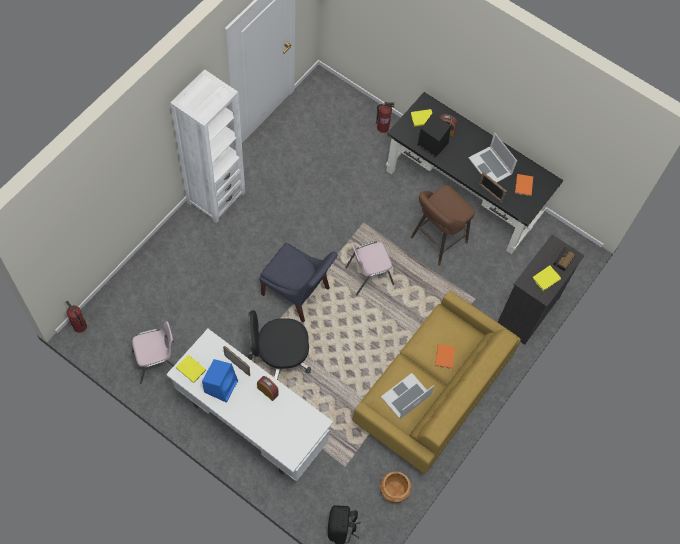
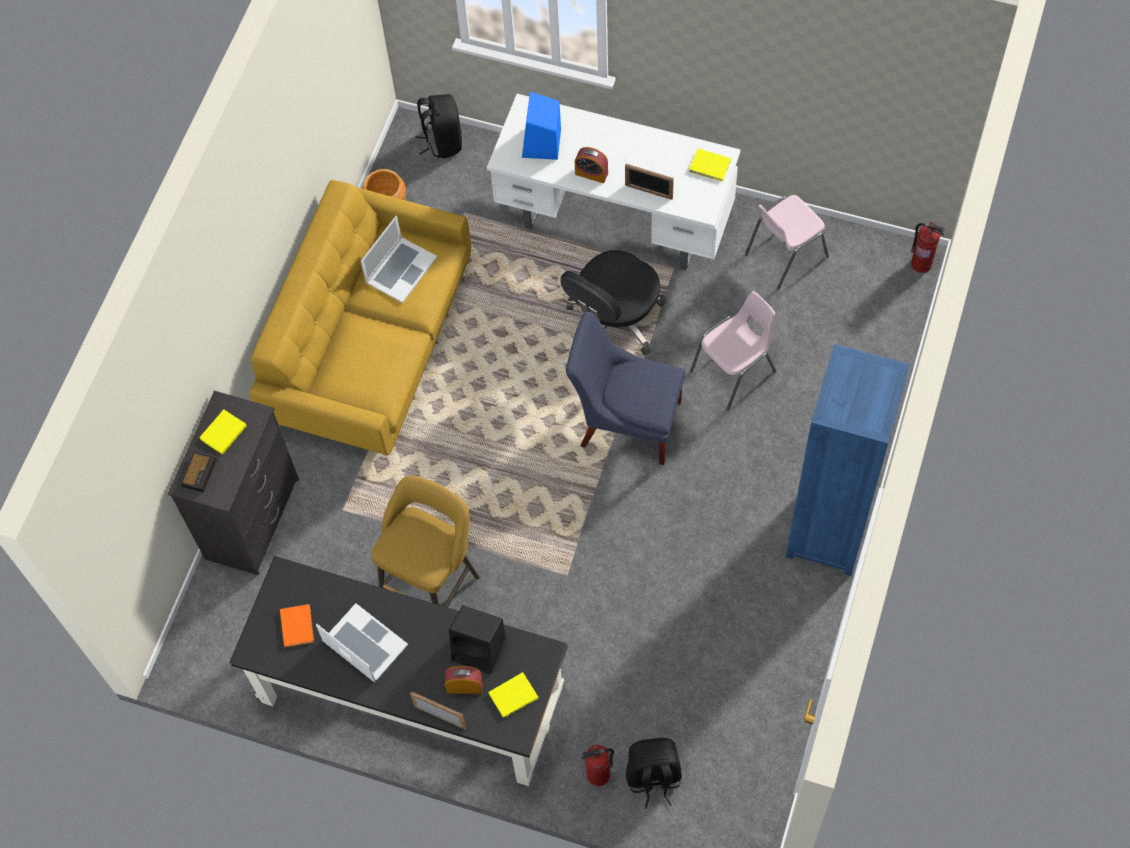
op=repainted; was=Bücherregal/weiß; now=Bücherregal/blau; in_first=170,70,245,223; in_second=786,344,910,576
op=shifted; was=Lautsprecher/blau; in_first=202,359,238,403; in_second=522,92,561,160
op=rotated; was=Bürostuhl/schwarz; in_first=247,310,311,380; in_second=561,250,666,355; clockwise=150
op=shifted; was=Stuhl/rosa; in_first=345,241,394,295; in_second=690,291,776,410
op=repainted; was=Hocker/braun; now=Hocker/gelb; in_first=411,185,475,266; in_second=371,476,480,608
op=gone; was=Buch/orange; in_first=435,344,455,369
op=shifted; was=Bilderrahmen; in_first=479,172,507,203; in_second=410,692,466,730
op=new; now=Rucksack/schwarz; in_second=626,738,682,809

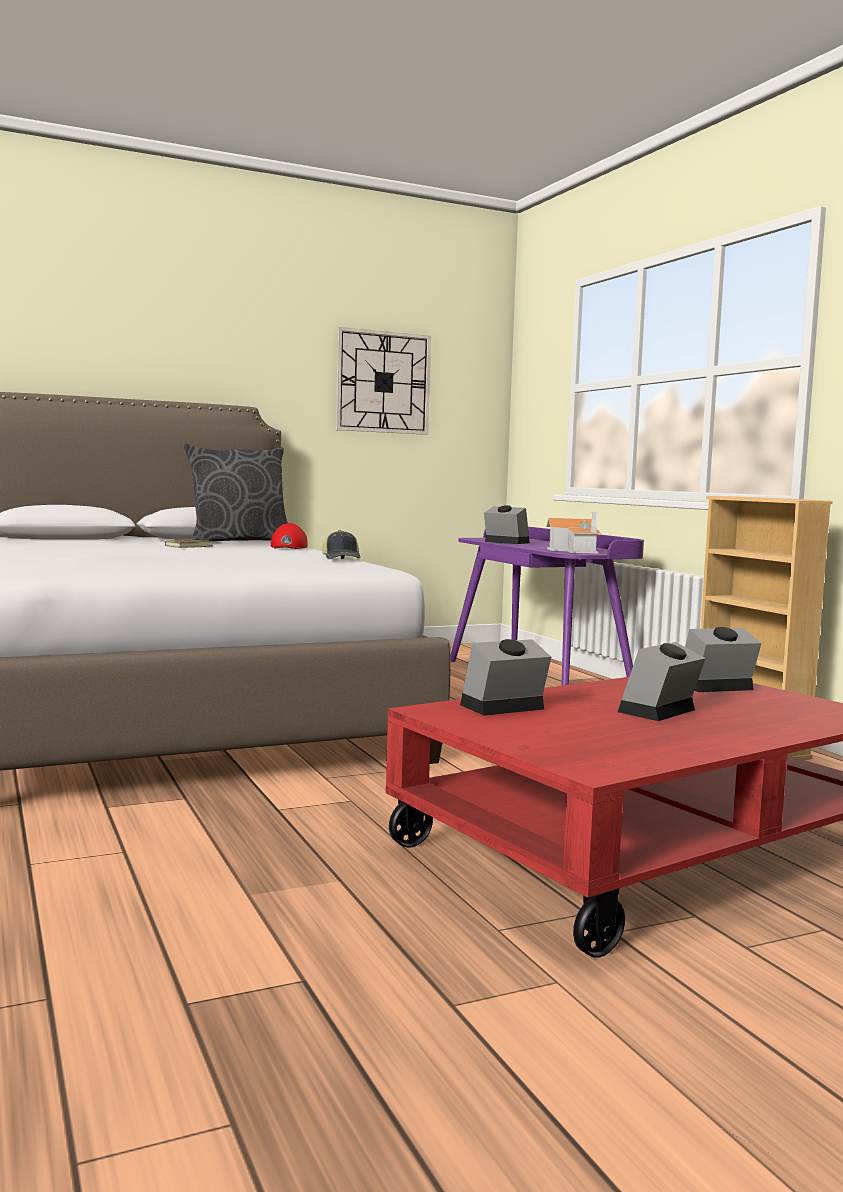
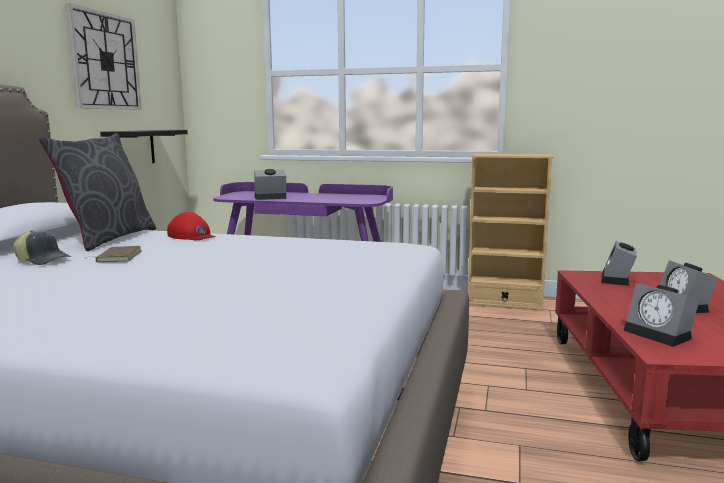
op=shifted; was=Kappe; in_first=322,530,360,559; in_second=13,230,71,265
op=rotated; was=Wecker; in_first=460,639,551,716; in_second=623,283,700,347; clockwise=-45
op=gone; was=Spielzeughaus; in_first=546,512,602,554
op=new; now=Wandregal/schwarz; in_second=100,130,188,163

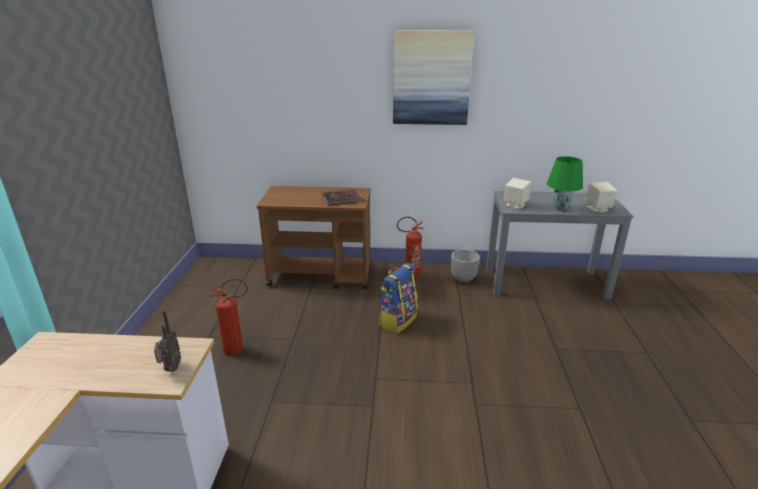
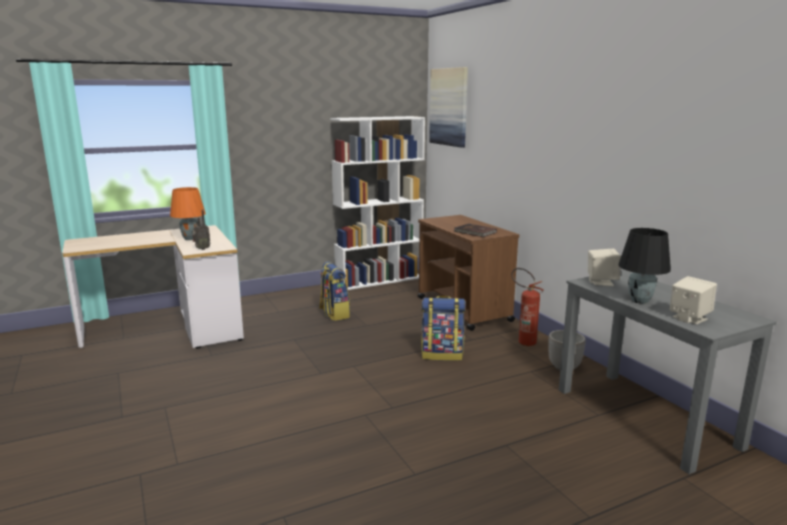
op=swapped; was=Feuerlöscher; now=Rucksack; in_first=210,278,248,356; in_second=319,262,350,321
op=shifted; was=Bild; in_first=393,30,474,125; in_second=429,67,468,148
op=repainted; was=Tischlampe/grün; now=Tischlampe/schwarz; in_first=547,156,583,211; in_second=618,228,671,304
op=new; now=Tischlampe/orange; in_second=170,187,206,240
op=new; now=Bücherregal/weiß; in_second=330,116,425,290

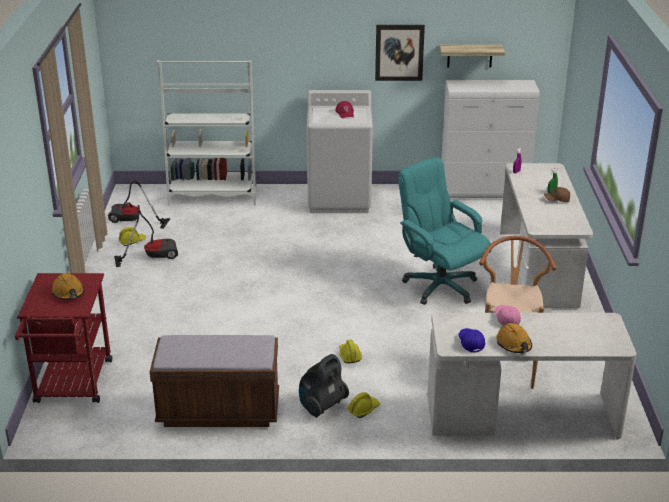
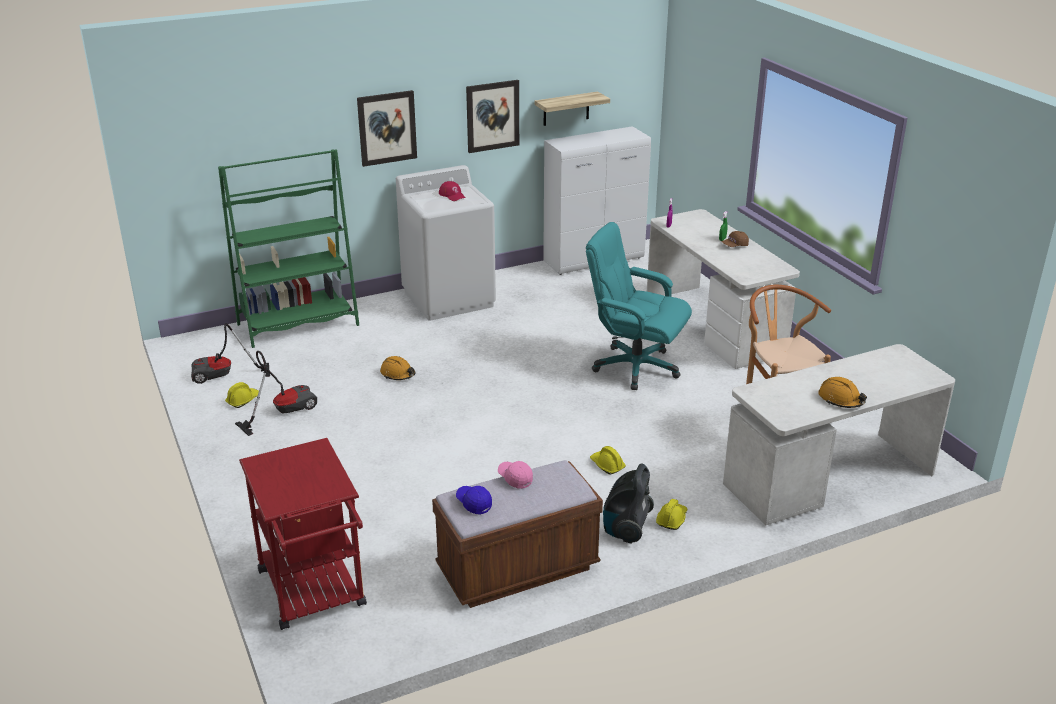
op=shifted; was=Schutzhelm/orange; in_first=51,273,84,300; in_second=380,356,416,380
op=repainted; was=Bücherregal/weiß; now=Bücherregal/grün; in_first=157,60,256,205; in_second=218,150,359,348
op=shifted; was=Kappe/blau; in_first=458,328,485,352; in_second=456,486,492,515
op=shifted; was=Kappe/rosa; in_first=495,305,521,326; in_second=498,461,533,489
op=new; now=Bild; in_second=357,90,417,167

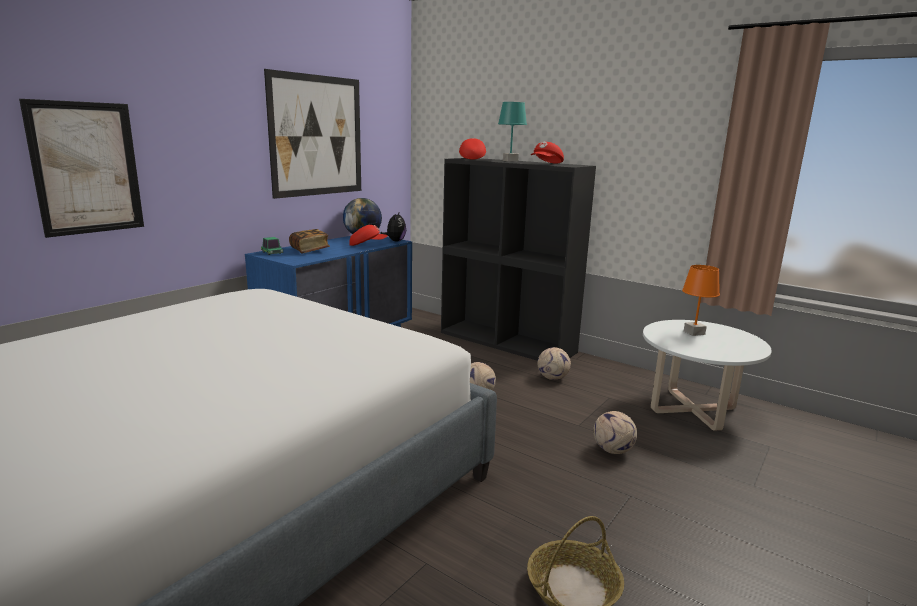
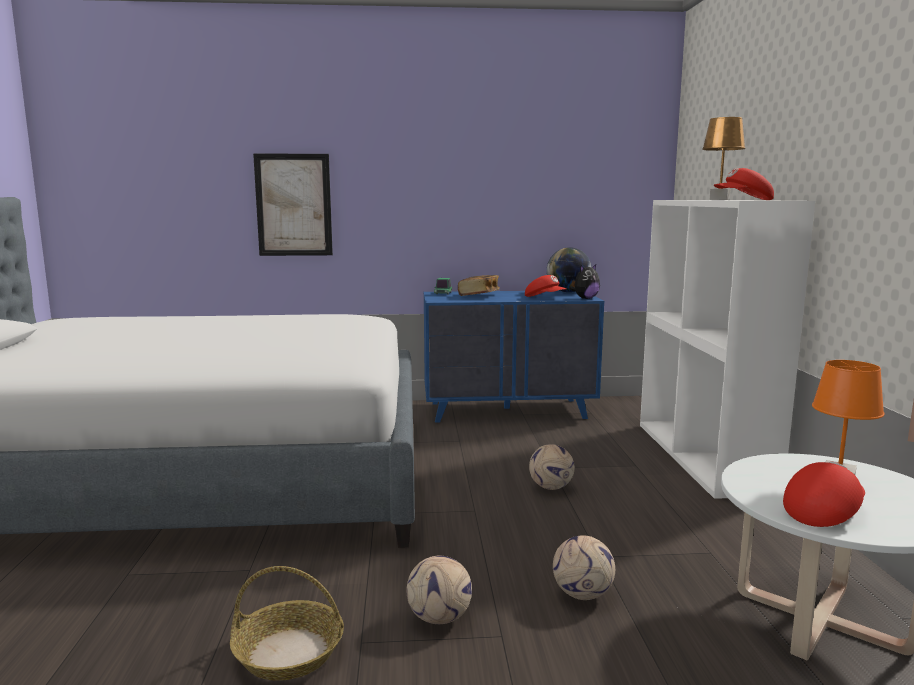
op=gone; was=Bild; in_first=264,69,361,199
op=repainted; was=Bücherregal/schwarz; now=Bücherregal/weiß; in_first=441,158,596,361; in_second=640,200,815,499
op=shifted; was=Kappe/rot; in_first=459,138,486,160; in_second=783,462,865,527
op=repainted; was=Tischlampe/türkis; now=Tischlampe/braun; in_first=498,102,527,162; in_second=702,117,745,200
op=shifted; was=Fußball; in_first=537,347,571,380; in_second=406,556,472,624

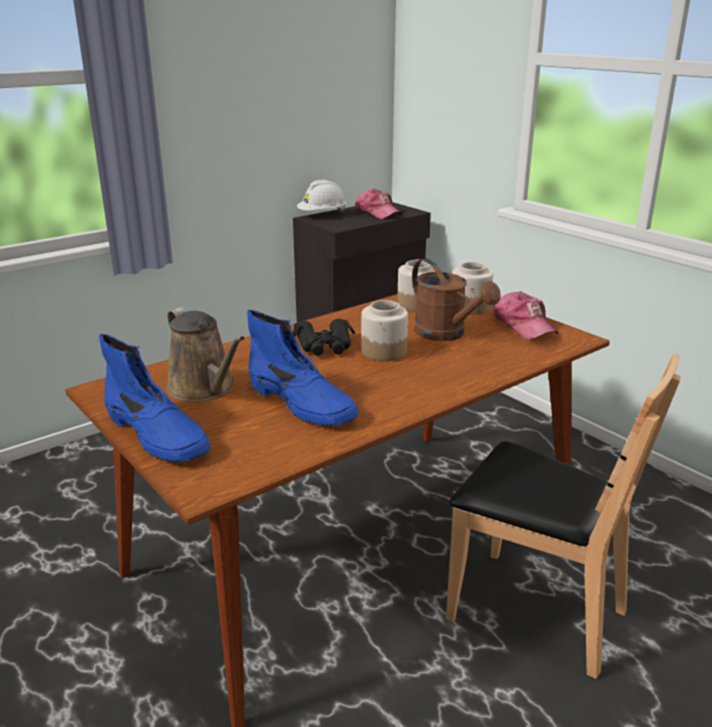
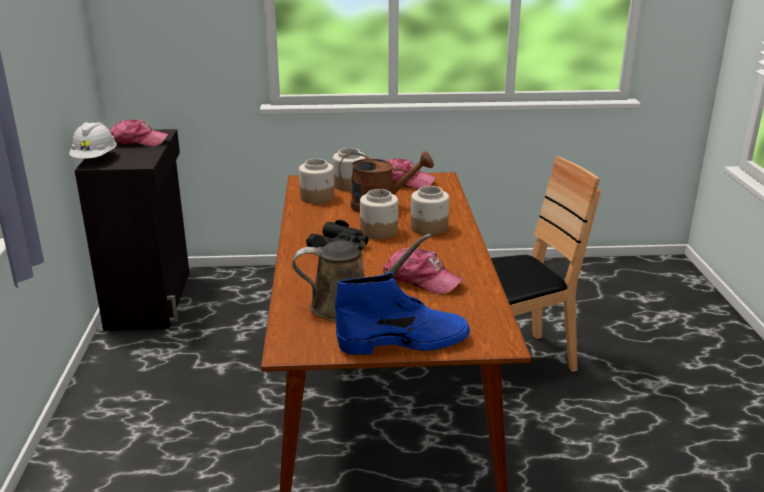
op=swapped; was=Stiefel/blau; now=Kappe; in_first=247,310,358,426; in_second=383,247,464,295
op=new; now=Vorratsglas; in_second=411,186,449,236

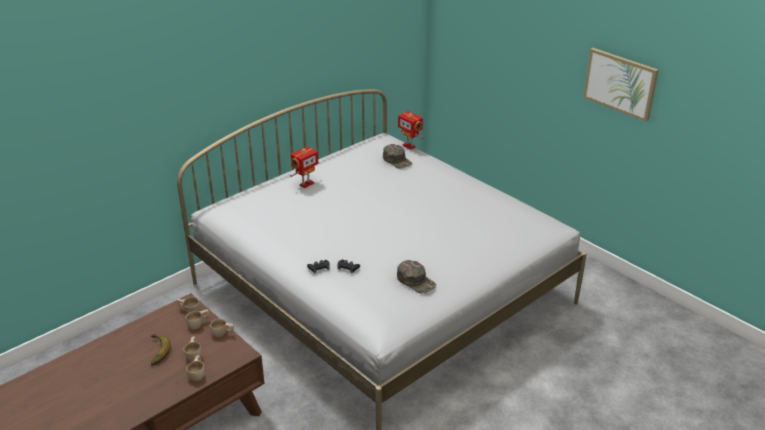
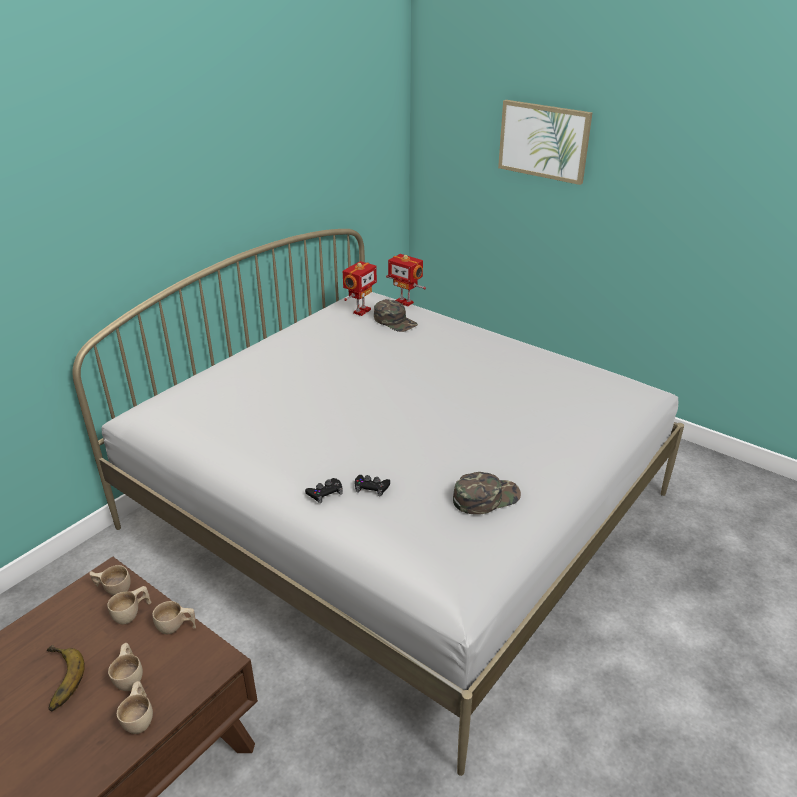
op=shifted; was=Spielzeugroboter; in_first=290,146,320,188; in_second=343,261,377,316
op=rotated; was=Kappe/grün; in_first=397,260,436,293; in_second=453,472,521,515; clockwise=-60
op=shifted; was=Bild; in_first=583,48,659,122; in_second=498,100,593,185

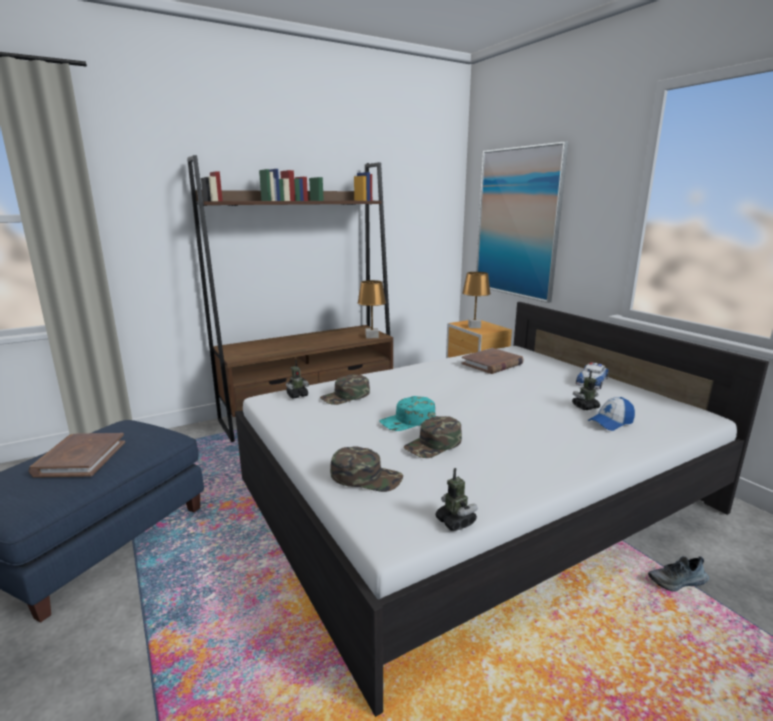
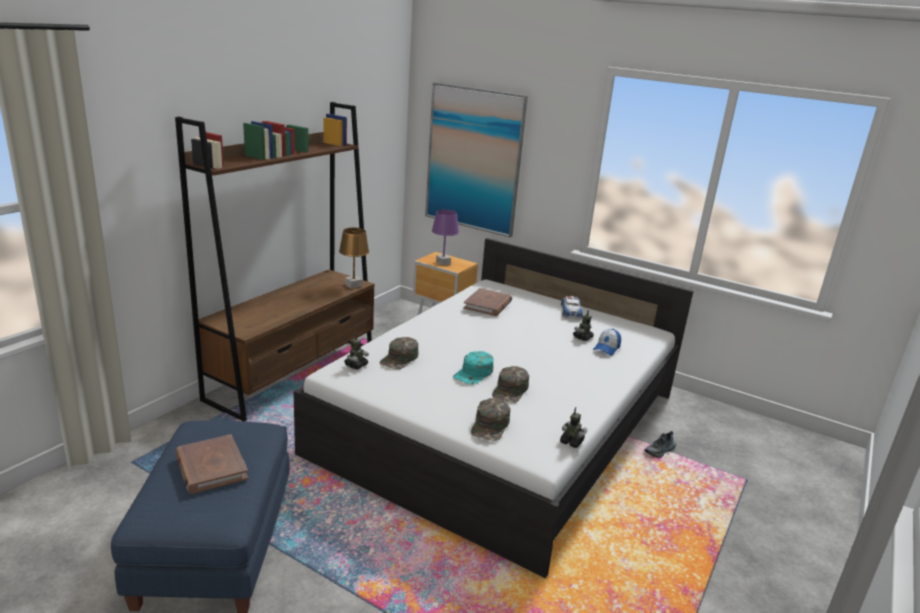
op=rotated; was=Kappe/grün; in_first=330,446,403,492; in_second=471,398,510,441; clockwise=120
op=repainted; was=Tischlampe/braun; now=Tischlampe/lila; in_first=462,272,491,328; in_second=432,210,459,265

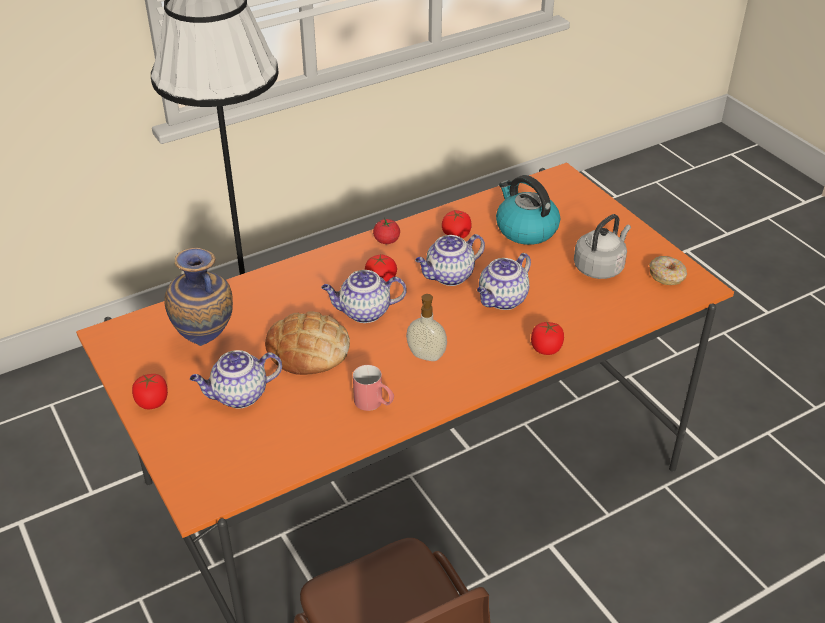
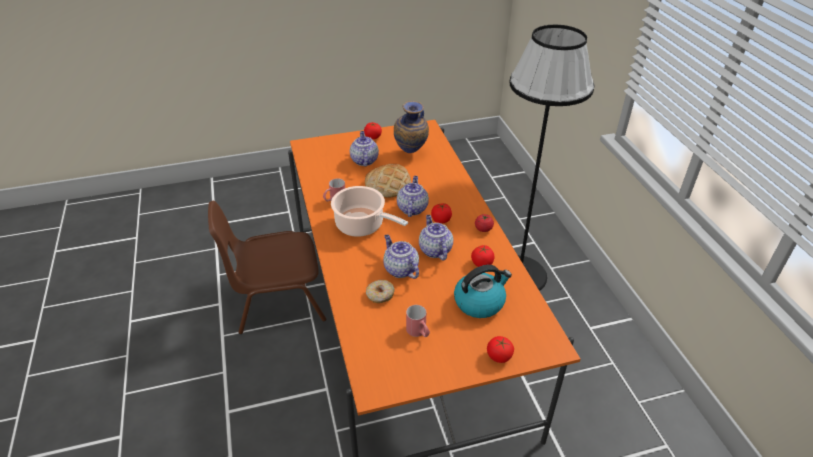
op=swapped; was=Seifenspender; now=Kochtopf; in_first=406,294,447,361; in_second=331,186,408,237
op=shifted; was=Tomate; in_first=531,321,564,355; in_second=487,336,514,363
op=swapped; was=Wasserkessel/grau; now=Henkelbecher/rot; in_first=574,214,631,279; in_second=406,305,430,337
op=shifted; was=Donut; in_first=649,256,687,285; in_second=366,280,395,303

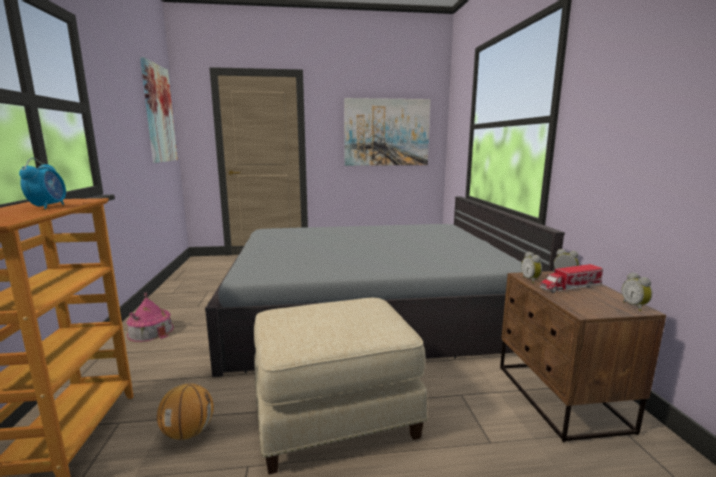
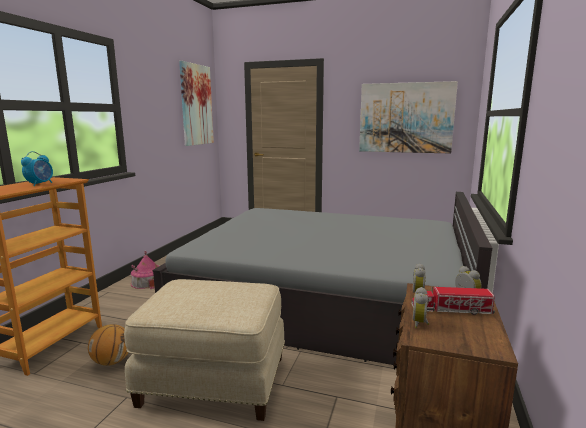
op=shifted; was=Wecker; in_first=622,272,652,311; in_second=413,287,429,328

